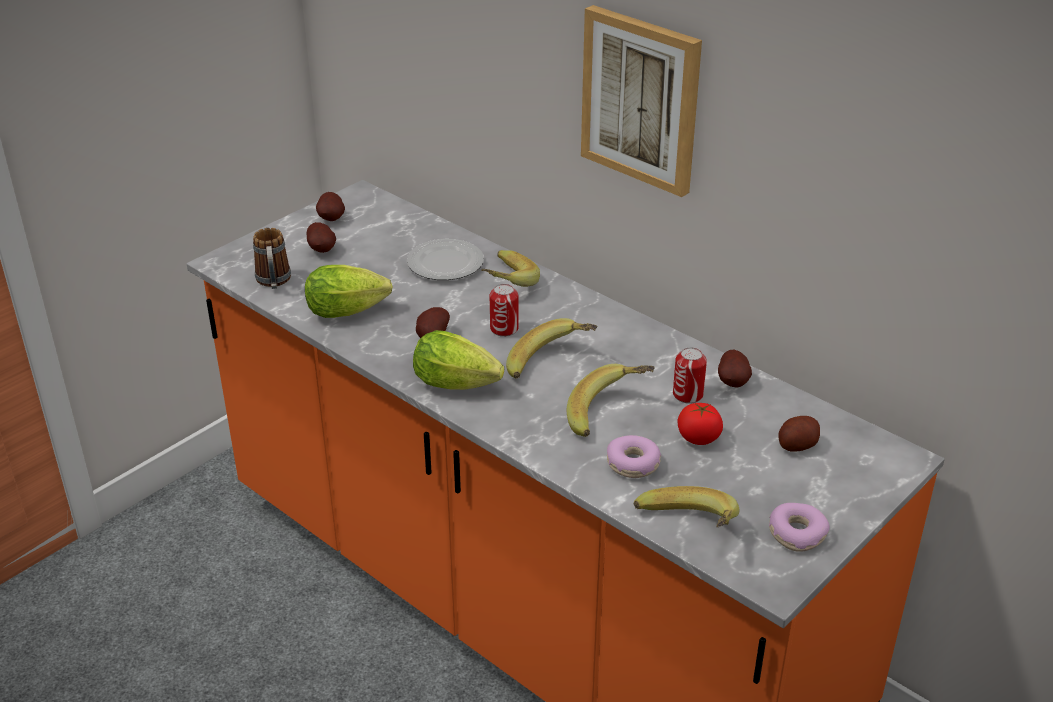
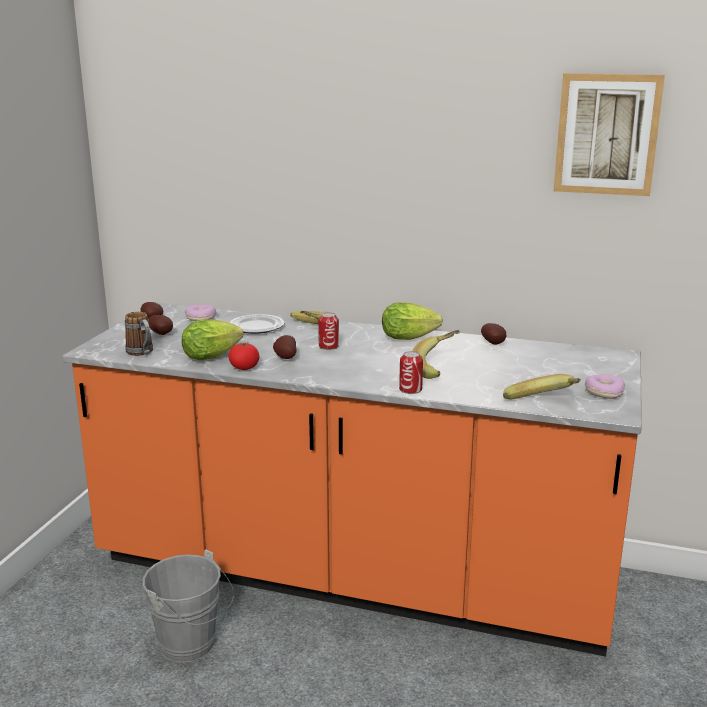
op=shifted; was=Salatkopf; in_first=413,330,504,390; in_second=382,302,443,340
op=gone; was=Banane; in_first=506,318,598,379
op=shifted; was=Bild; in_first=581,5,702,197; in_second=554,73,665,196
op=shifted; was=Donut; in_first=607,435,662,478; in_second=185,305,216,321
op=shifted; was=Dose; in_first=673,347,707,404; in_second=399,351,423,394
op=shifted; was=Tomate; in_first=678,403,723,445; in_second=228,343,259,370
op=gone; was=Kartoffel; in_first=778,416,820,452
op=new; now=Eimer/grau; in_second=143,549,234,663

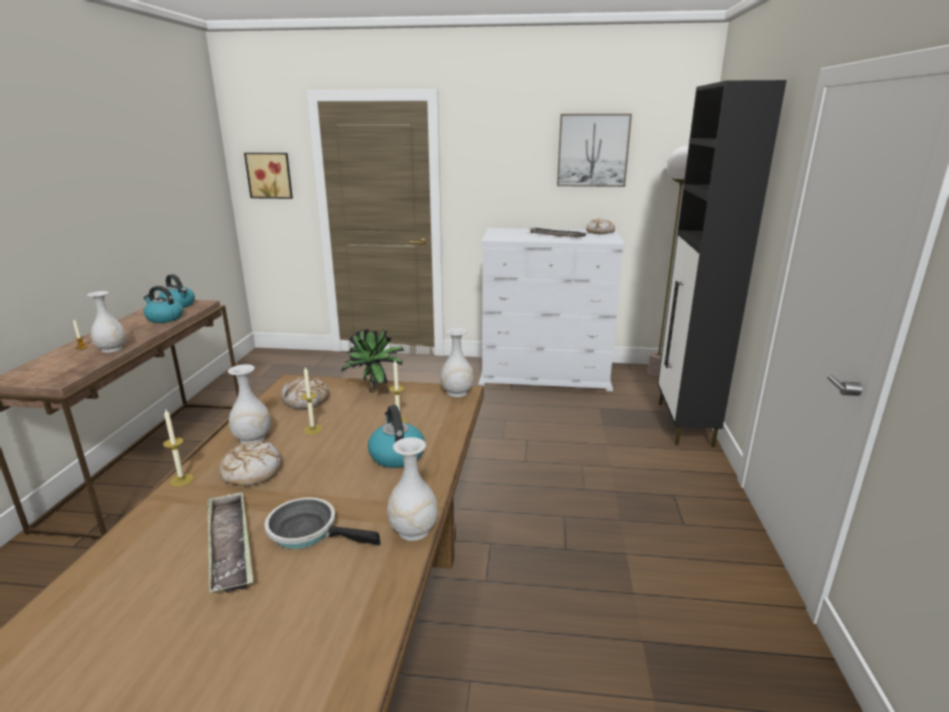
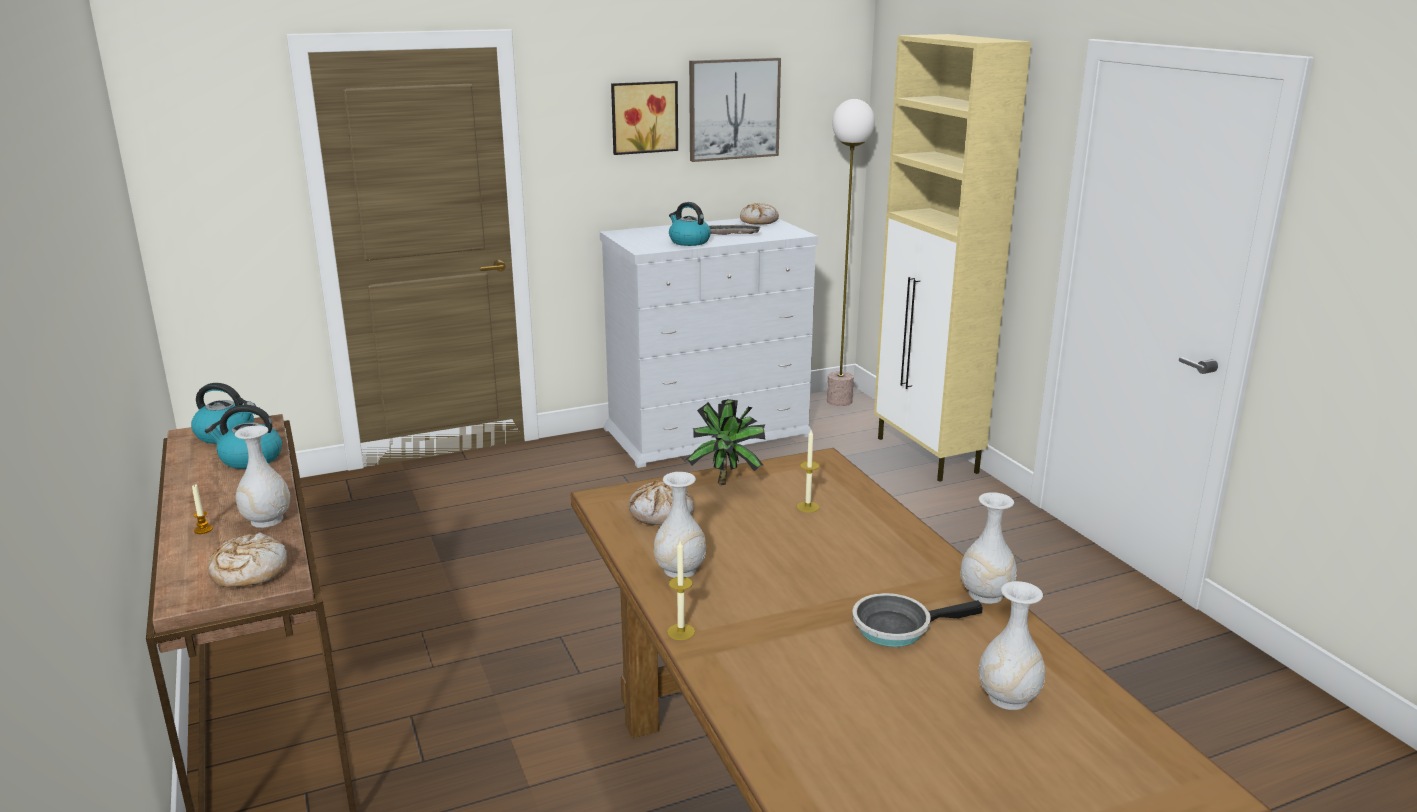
op=gone; was=Tablett; in_first=207,491,253,593
op=shifted; was=Brot; in_first=219,442,282,486; in_second=208,532,287,588
op=shifted; was=Bild; in_first=244,153,293,199; in_second=611,81,678,155
op=gone; was=Kerze; in_first=301,367,322,435
op=shifted; was=Wasserkessel; in_first=368,405,425,468; in_second=669,202,711,246
op=shifted; was=Vase/weiß; in_first=440,328,474,397; in_second=979,581,1045,710
op=repainted; was=Schrank/schwarz; now=Schrank/beige; in_first=658,80,787,447; in_second=874,34,1031,482

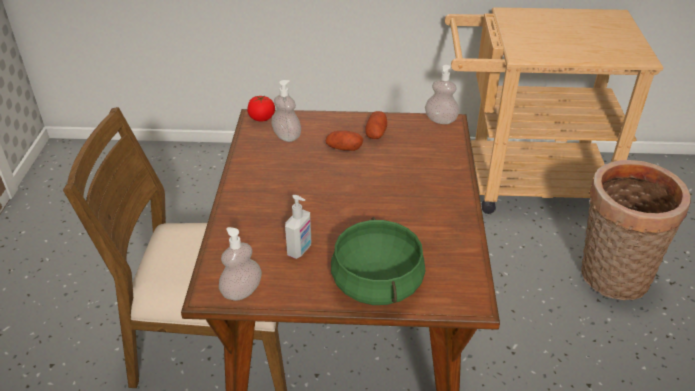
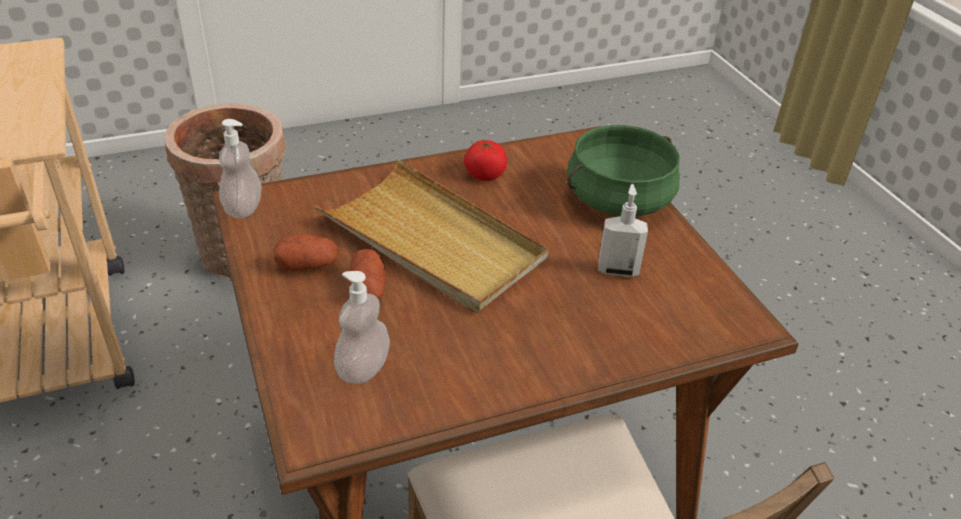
op=gone; was=Seifenspender; in_first=219,227,262,301
op=shifted; was=Tomate; in_first=247,95,275,122; in_second=464,140,507,181
op=new; now=Tablett/beige; in_second=315,159,548,313

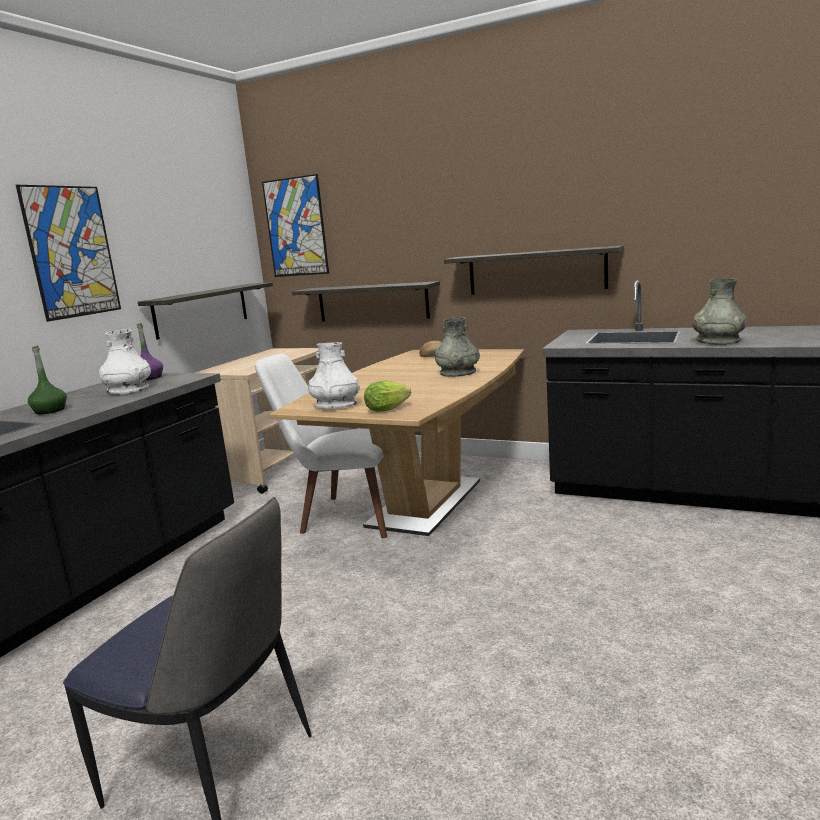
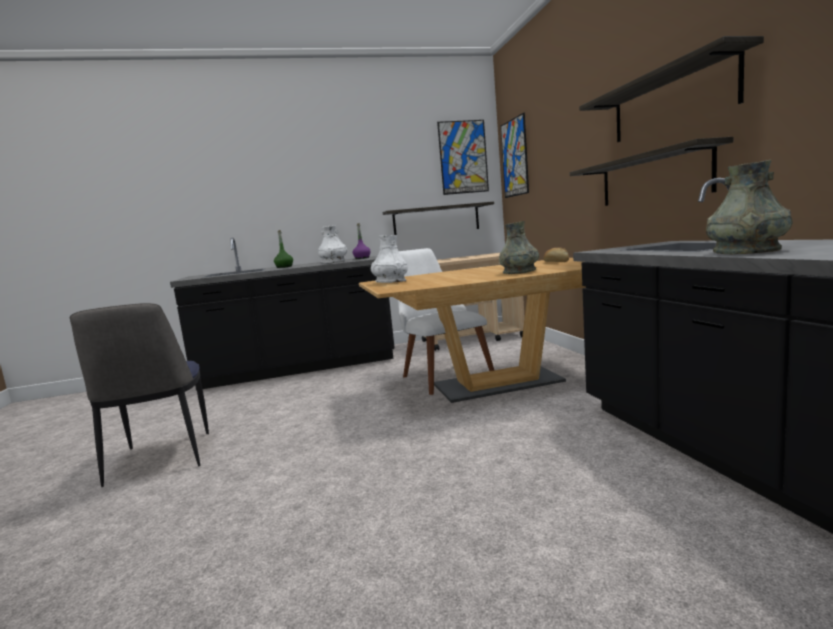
op=shifted; was=Bild; in_first=16,185,121,322; in_second=437,120,489,195
op=shifted; was=Wandregal; in_first=292,281,440,322; in_second=579,36,764,142
op=gone; was=Salatkopf; in_first=364,381,411,412

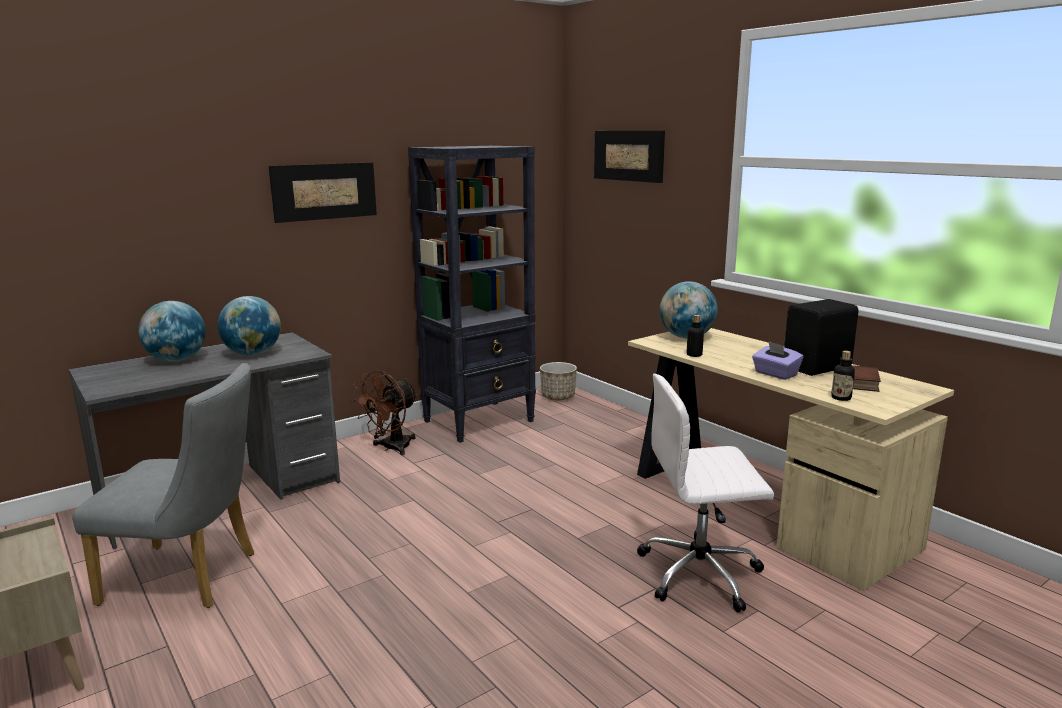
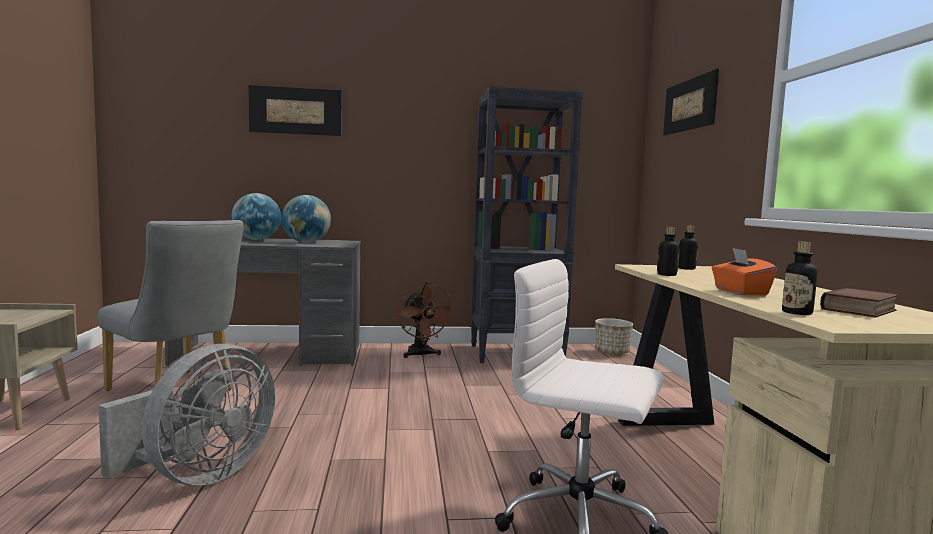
op=shifted; was=Bild; in_first=269,163,377,223; in_second=249,85,341,136
op=rotated; was=Ventilator/braun; in_first=352,370,418,455; in_second=397,282,455,358; clockwise=-90
op=swapped; was=Globus; now=Flasche; in_first=659,281,718,339; in_second=678,225,698,270
op=repainted; was=Taschentuchbox/lila; now=Taschentuchbox/orange; in_first=752,341,803,380; in_second=712,248,777,296
op=gone; was=Lautsprecher/schwarz; in_first=784,299,858,376
op=new; now=Ventilator/grau; in_second=98,344,275,485

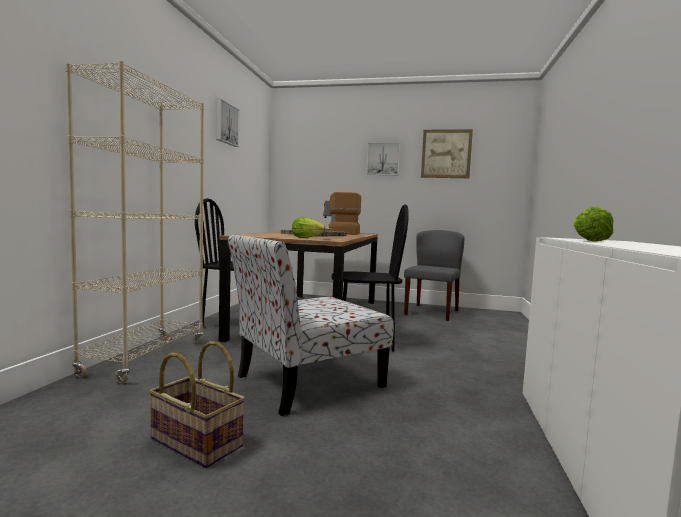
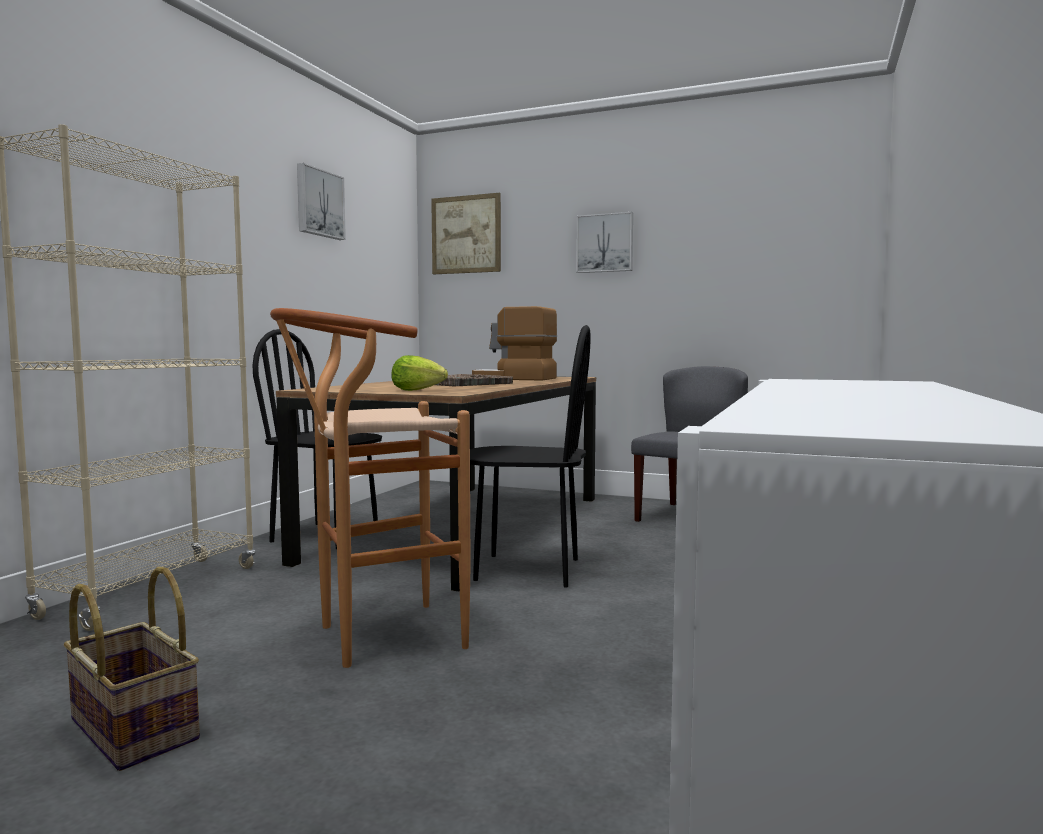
op=swapped; was=Stuhl; now=Hocker/braun; in_first=228,234,394,416; in_second=270,308,471,668
op=shifted; was=Bild; in_first=421,129,473,178; in_second=431,193,501,274
op=gone; was=Salatkopf; in_first=574,207,614,242

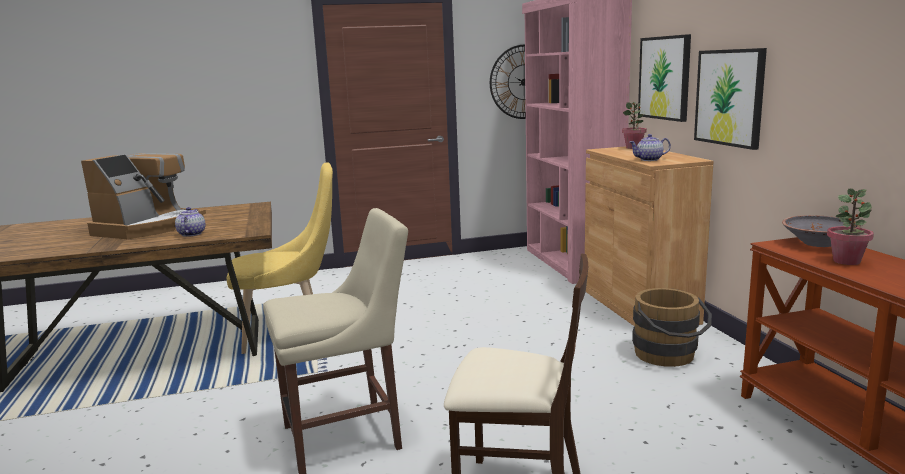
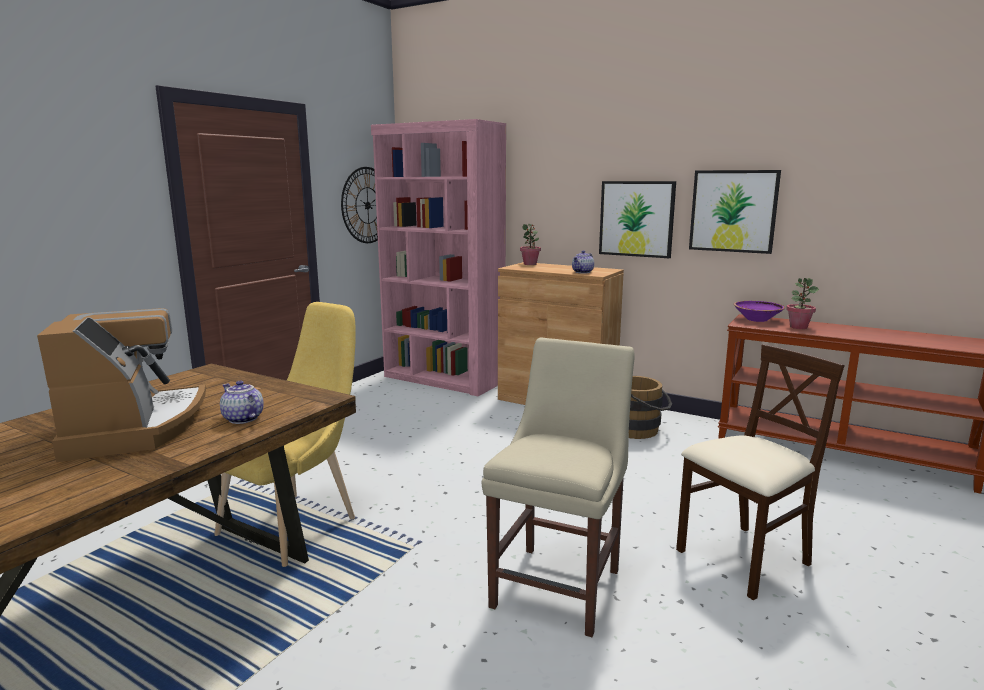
op=shifted; was=Bild; in_first=638,34,691,122; in_second=689,170,781,254
op=repainted; was=Schüssel/grau; now=Schüssel/lila; in_first=782,215,861,247; in_second=734,301,785,322

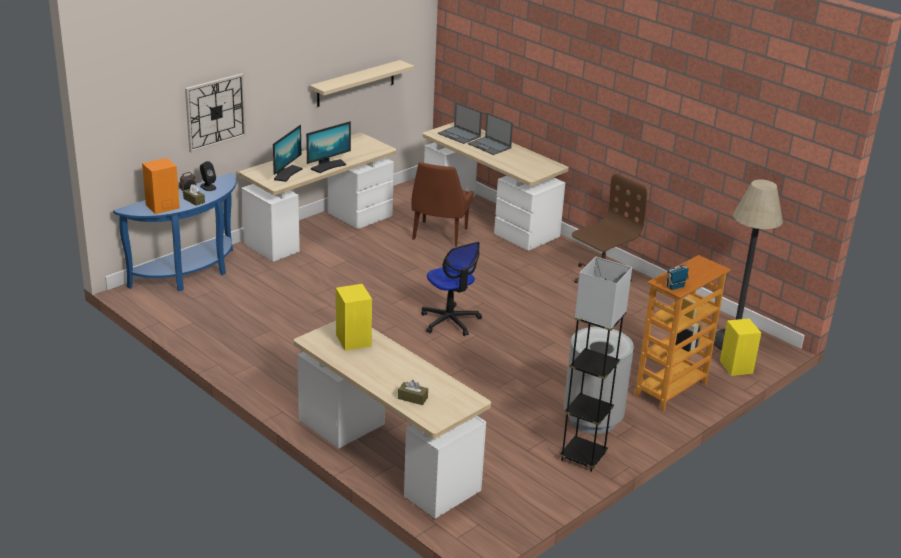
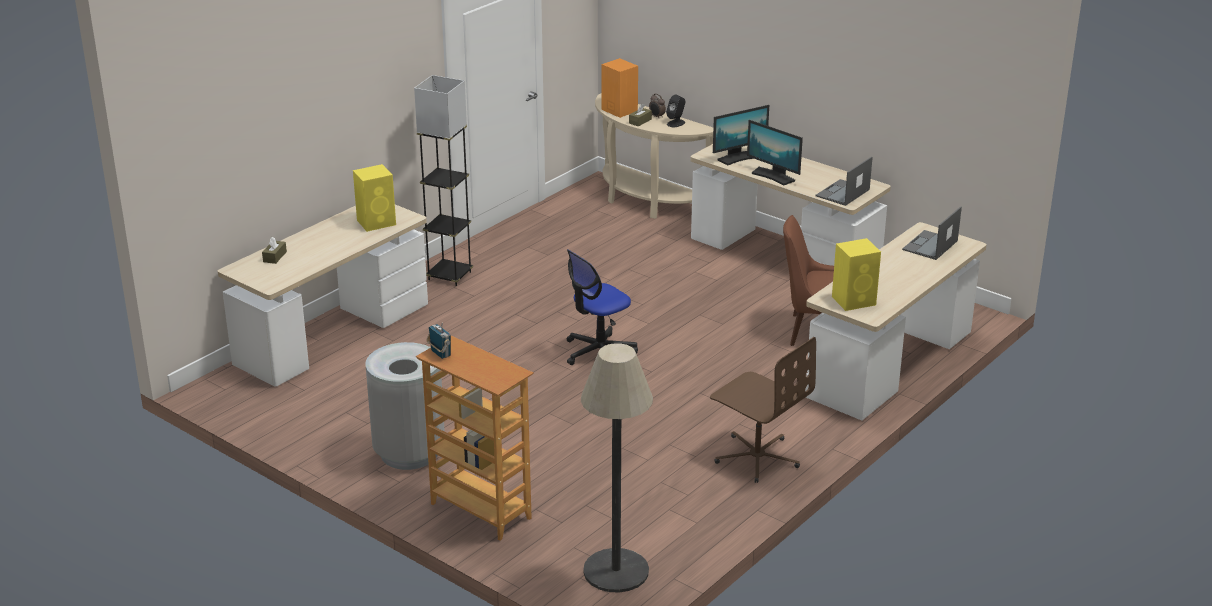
op=repainted; was=Konsolentisch/blau; now=Konsolentisch/beige; in_first=113,173,236,291; in_second=595,93,713,219
op=gone; was=Wanduhr; in_first=185,73,246,153
op=rotated; was=Monitor; in_first=273,125,302,182; in_second=713,105,769,165; clockwise=-45
op=gone; was=Wandregal/beige; in_first=310,60,414,107
op=shifted; was=Laptop; in_first=468,112,513,155; in_second=816,156,873,206
op=shifted; was=Stehlampe/grau; in_first=559,257,632,472; in_second=414,75,473,286
op=shifted; was=Lautsprecher/gelb; in_first=720,319,761,376; in_second=832,238,881,311

